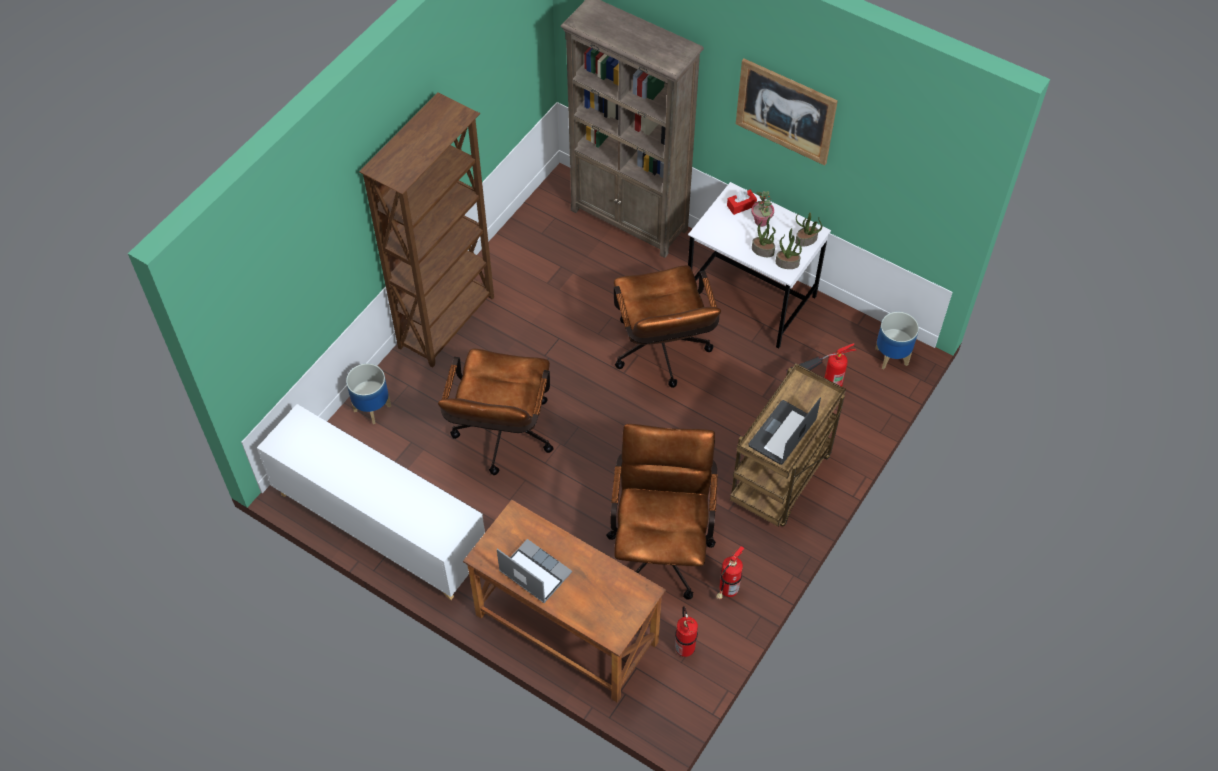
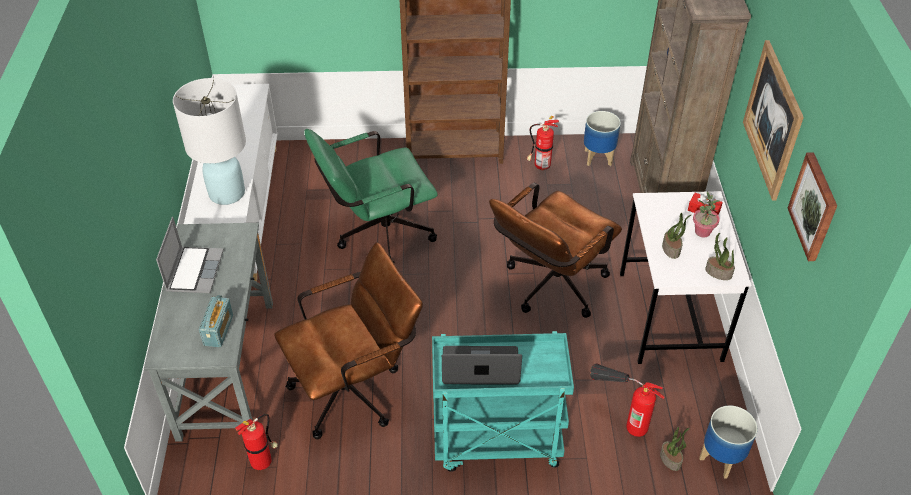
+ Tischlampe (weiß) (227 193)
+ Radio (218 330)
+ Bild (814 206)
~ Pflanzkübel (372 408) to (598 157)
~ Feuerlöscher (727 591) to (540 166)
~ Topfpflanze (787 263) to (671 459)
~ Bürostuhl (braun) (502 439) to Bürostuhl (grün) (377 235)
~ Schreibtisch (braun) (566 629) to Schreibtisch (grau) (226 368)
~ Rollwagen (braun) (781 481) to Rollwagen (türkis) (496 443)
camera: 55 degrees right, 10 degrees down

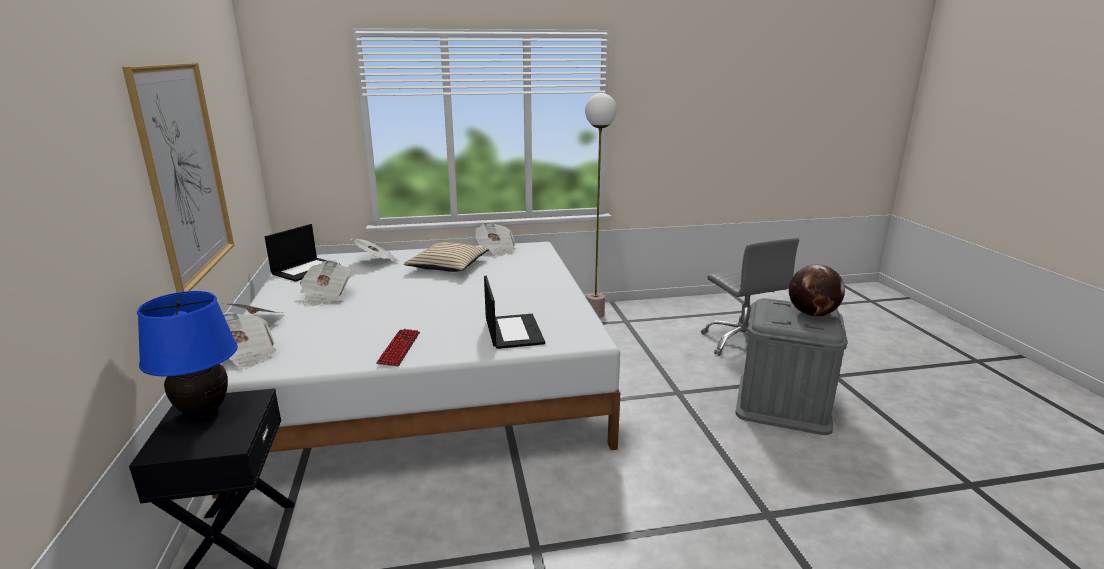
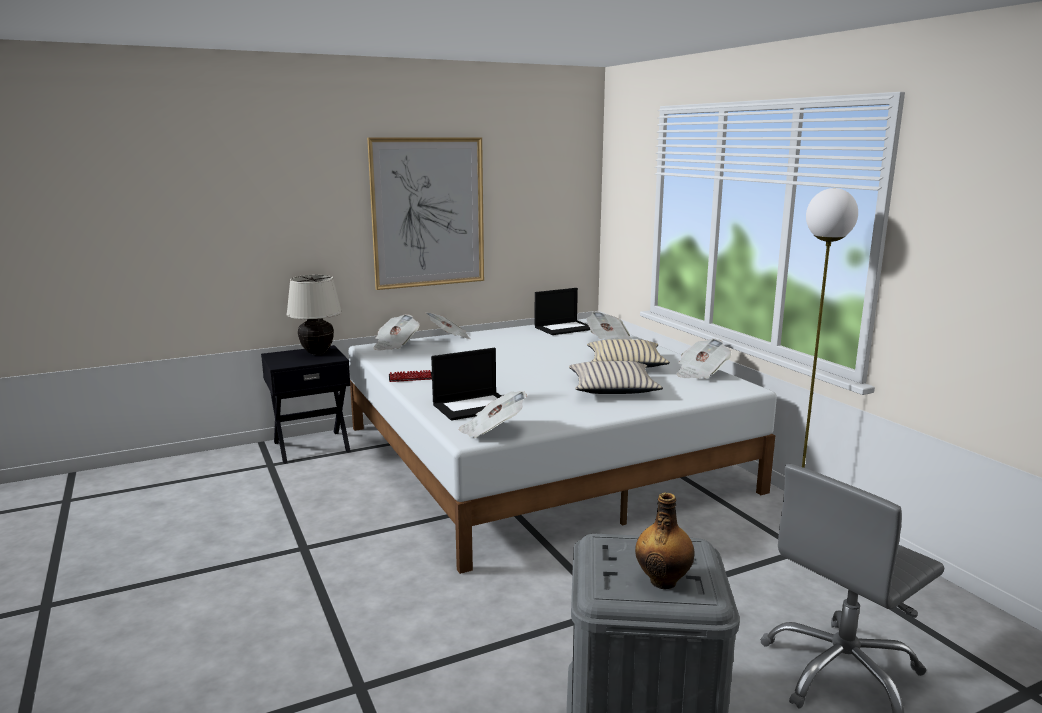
+ Kissen (beige) (612 388)
~ Zeitung (325 296) to (492 431)
~ Globus (812 314) to Flasche (663 580)
~ Tischlampe (blau) (204 411) to Tischlampe (beige) (317 352)
~ Laptop (306 269) = (564 328) 45 degrees counterclockwise
camera: 75 degrees right, 5 degrees down

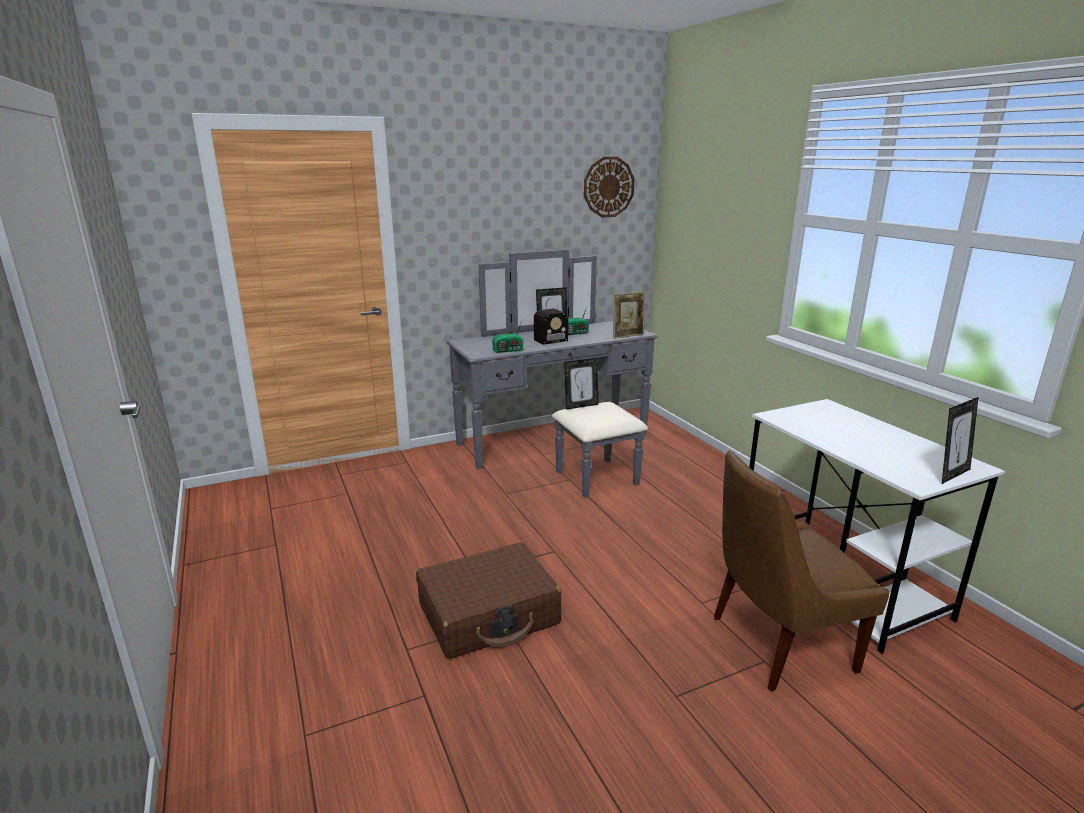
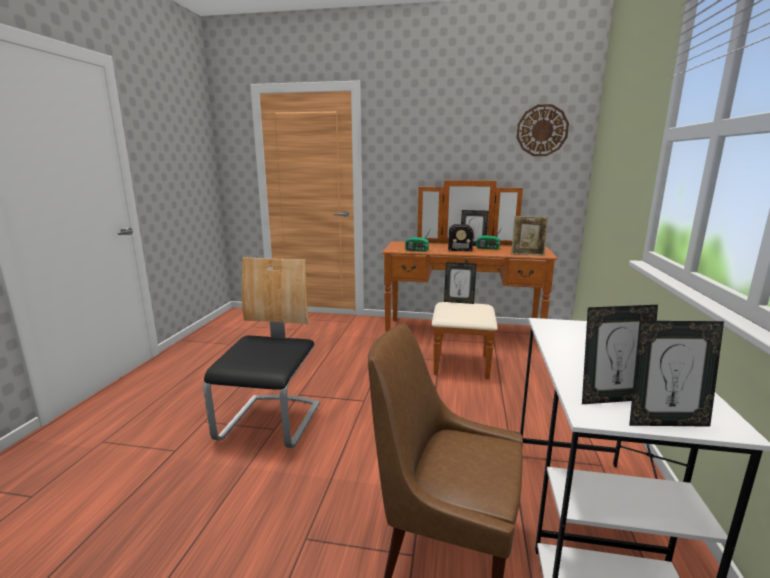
+ Bilderrahmen (612 398)
~ Koffer (braun) (489 614) to Stuhl (271 422)
~ Kommode (grau) (562 447) to Kommode (braun) (462 339)
camera: 35 degrees right, 5 degrees down

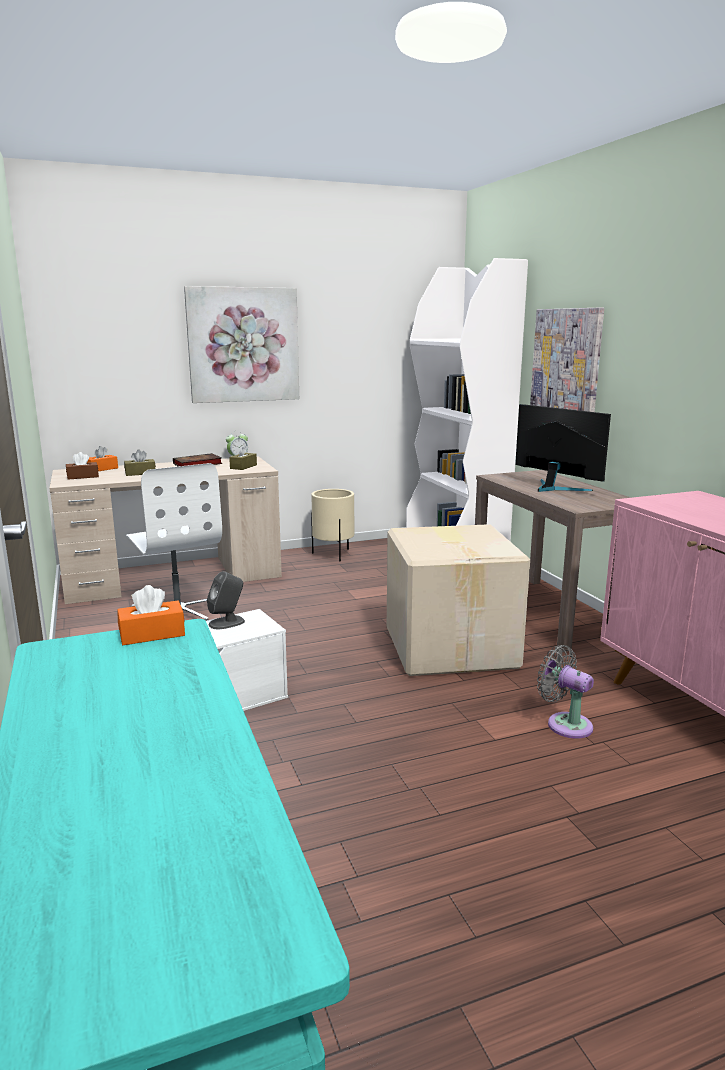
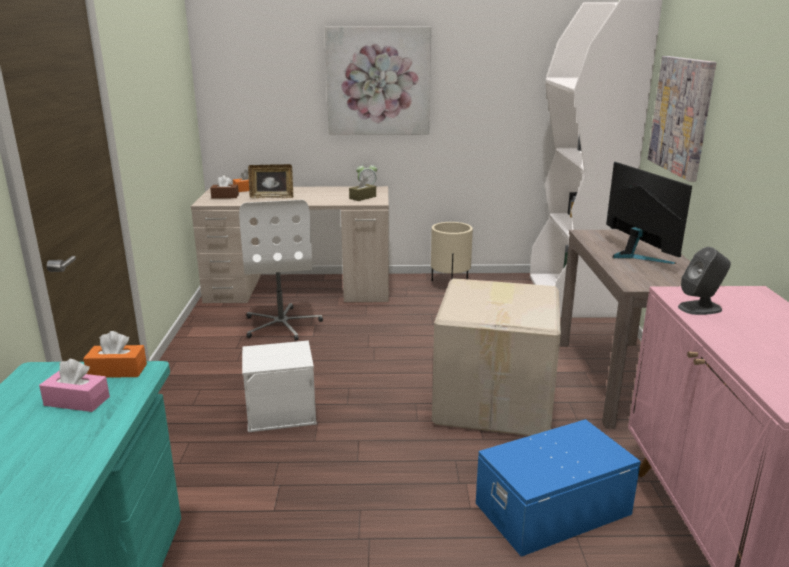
- Buch (196 464)
+ Taschentuchbox (rosa) (77 401)
~ Lautsprecher (grau) (227 622) to (700 308)
~ Taschentuchbox (braun) (140 473) to Bilderrahmen (272 197)
~ Ventilator (grau) (565 724) to Aufbewahrungsbox (blau) (551 508)
camera: 20 degrees right, 5 degrees up

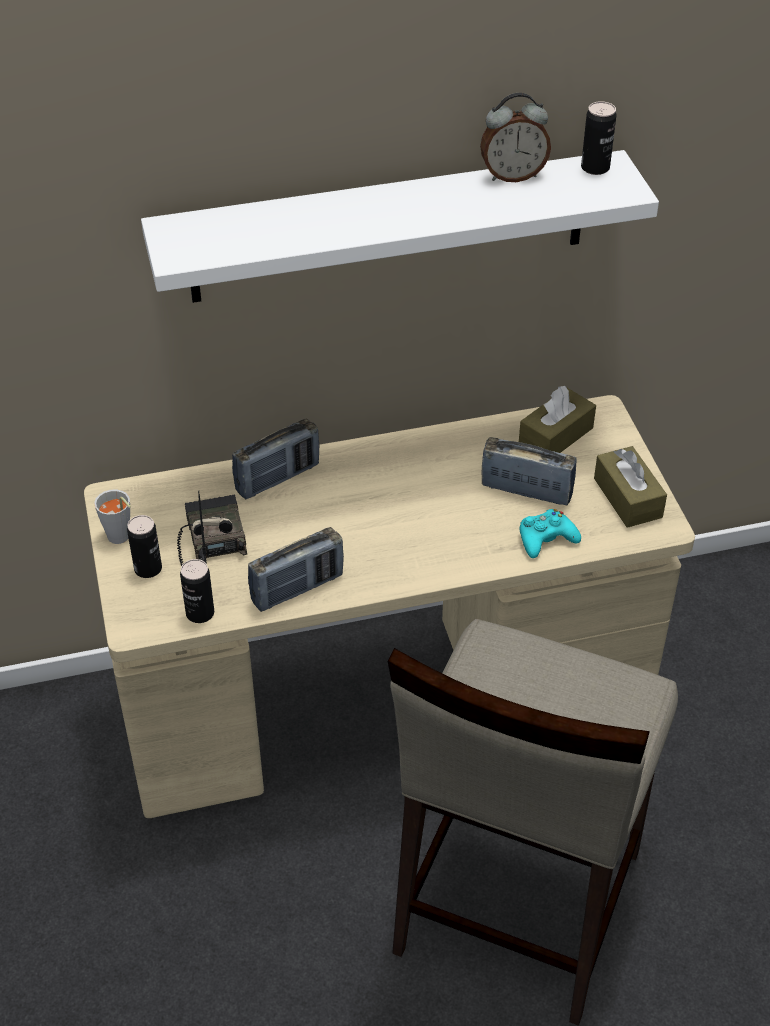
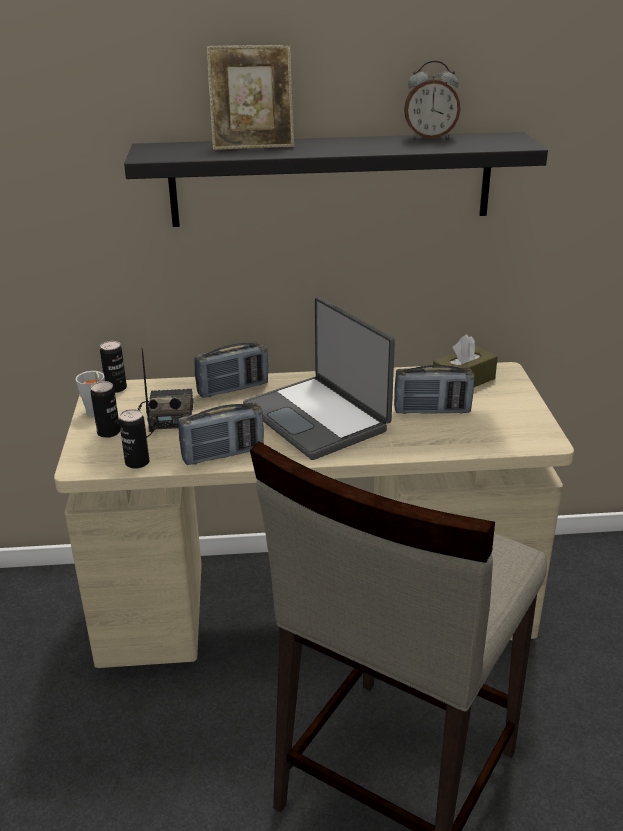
- Gamepad (türkis) (546 539)
- Taschentuchbox (braun) (627 498)
+ Bilderrahmen (253 145)
+ Laptop (318 418)
~ Dose (595 168) to (116 388)
~ Wandregal (weiß) (389 227) to Wandregal (schwarz) (331 179)
~ Radio (526 490) = (432 411) 150 degrees clockwise
camera: 10 degrees right, 15 degrees down

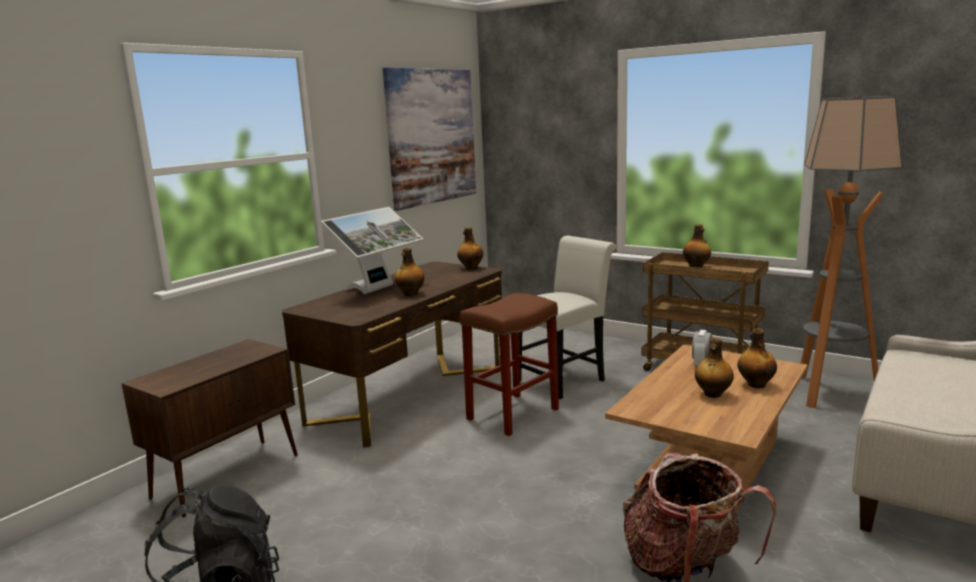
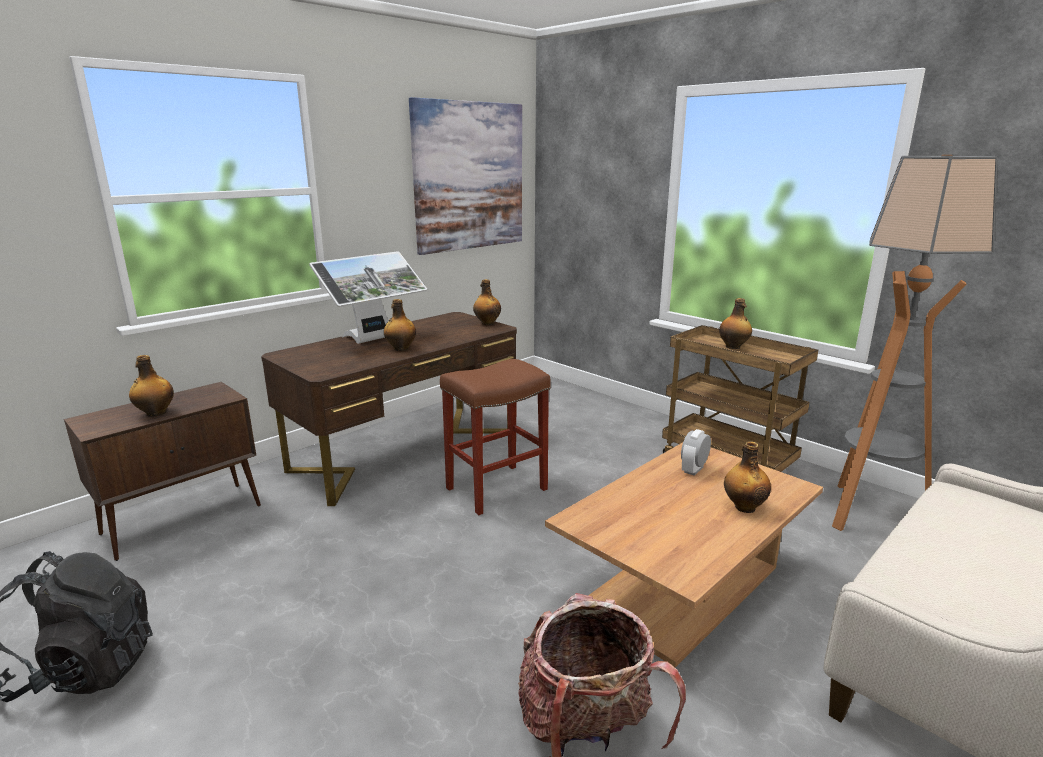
- Stuhl (weiß) (565 379)
~ Flasche (712 394) to (155 413)
camera: 10 degrees right, 5 degrees up

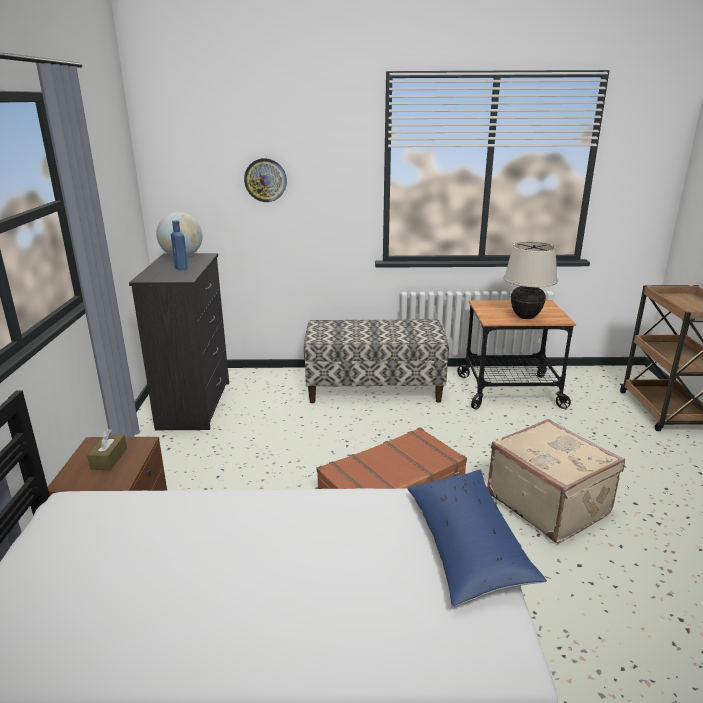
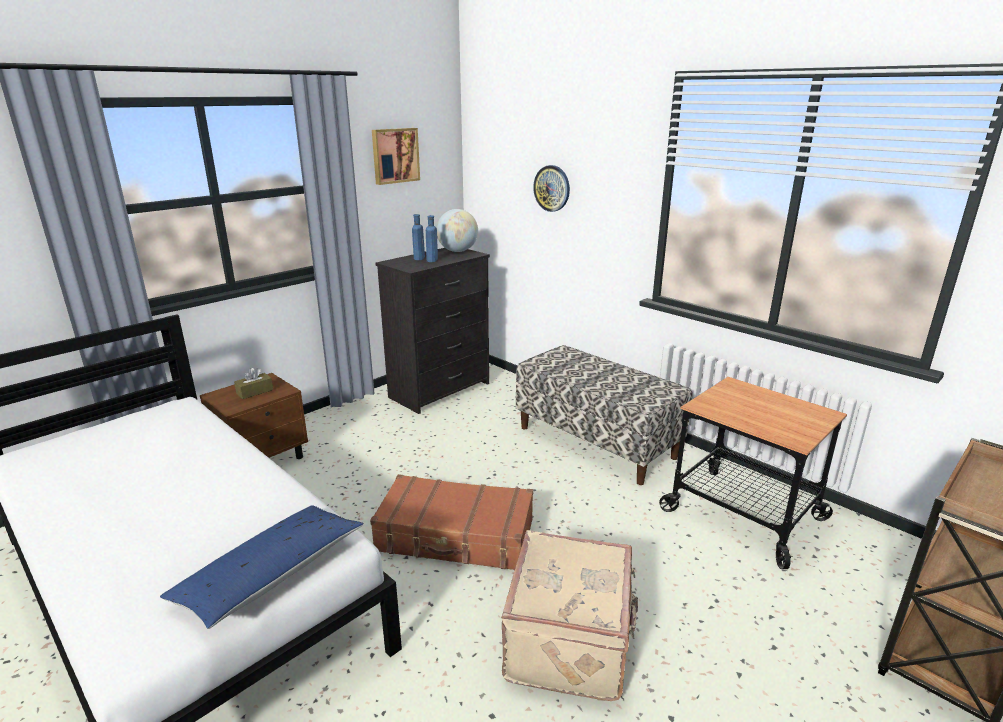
- Tischlampe (beige) (525 317)
+ Bild (395 155)
+ Flasche (blau) (419 258)
camera: 45 degrees right, 0 degrees up

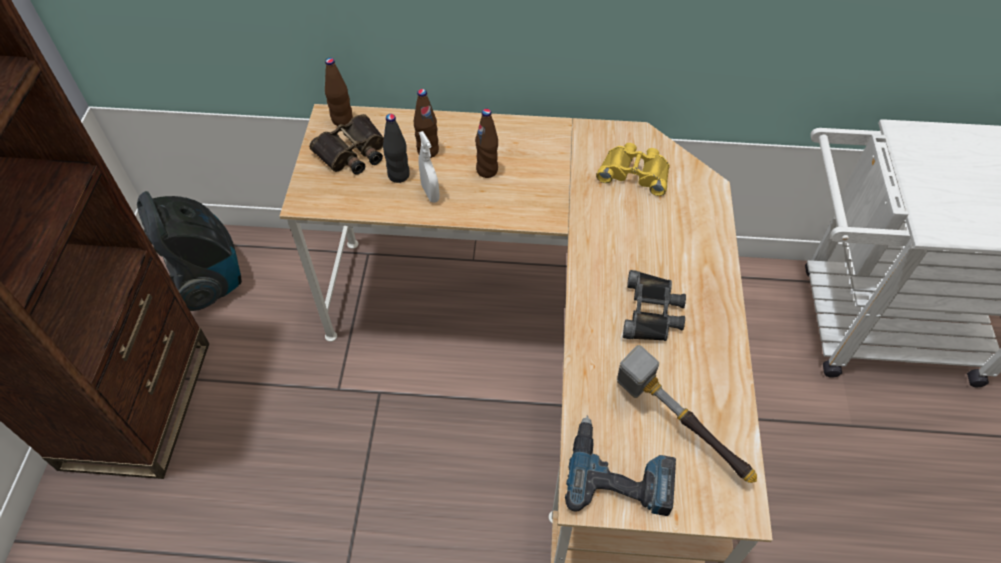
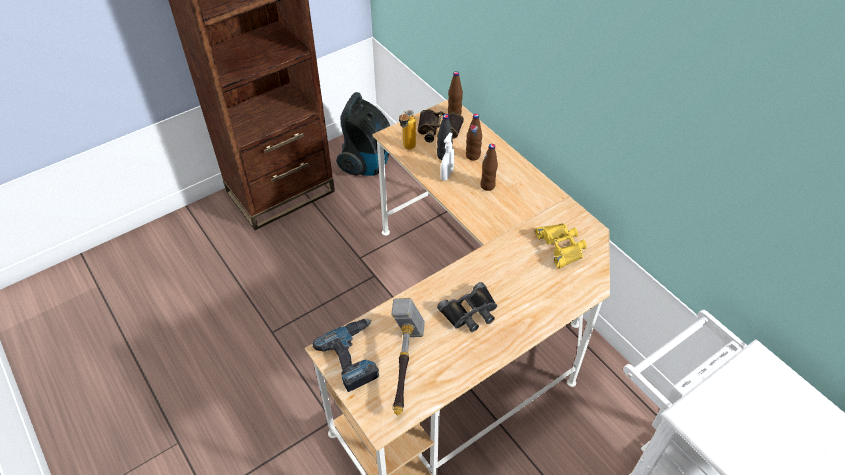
+ Flasche (407 149)
camera: 50 degrees right, 5 degrees down

